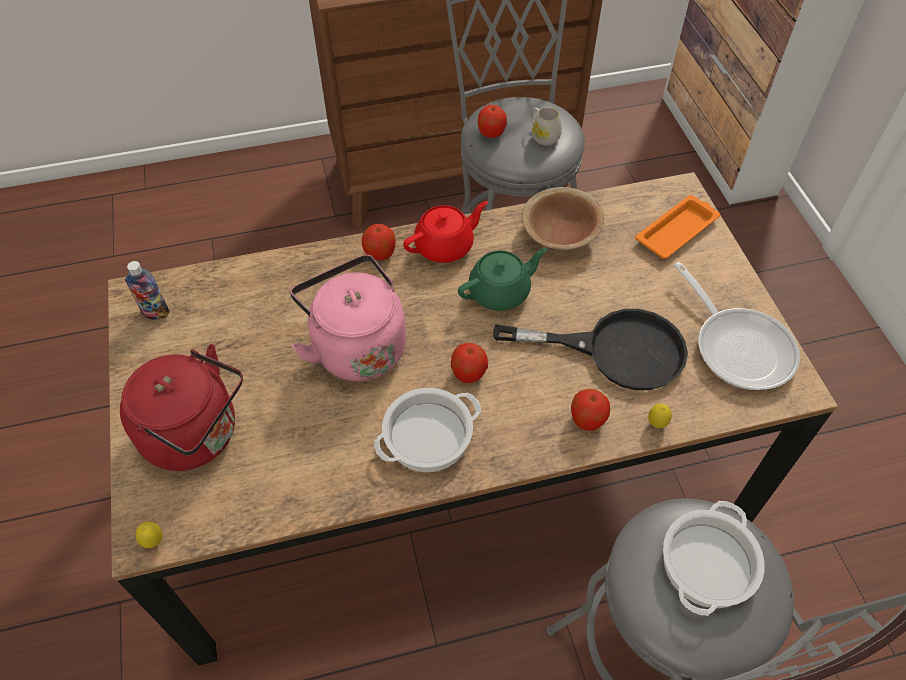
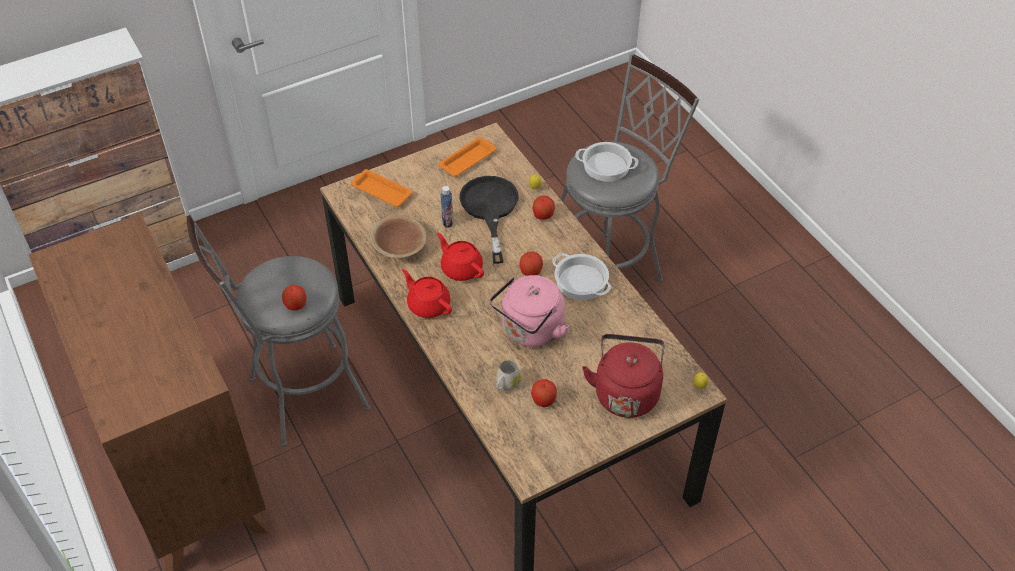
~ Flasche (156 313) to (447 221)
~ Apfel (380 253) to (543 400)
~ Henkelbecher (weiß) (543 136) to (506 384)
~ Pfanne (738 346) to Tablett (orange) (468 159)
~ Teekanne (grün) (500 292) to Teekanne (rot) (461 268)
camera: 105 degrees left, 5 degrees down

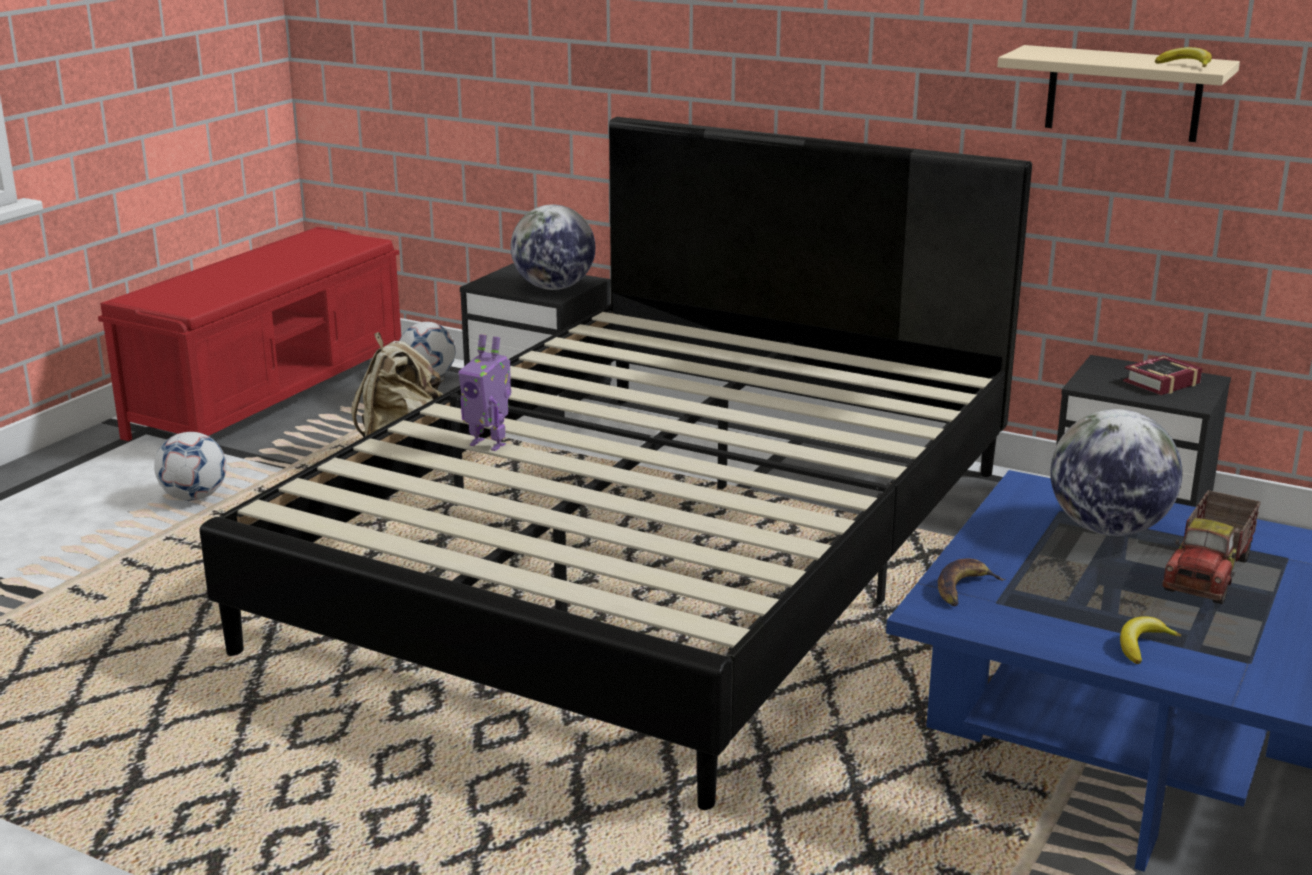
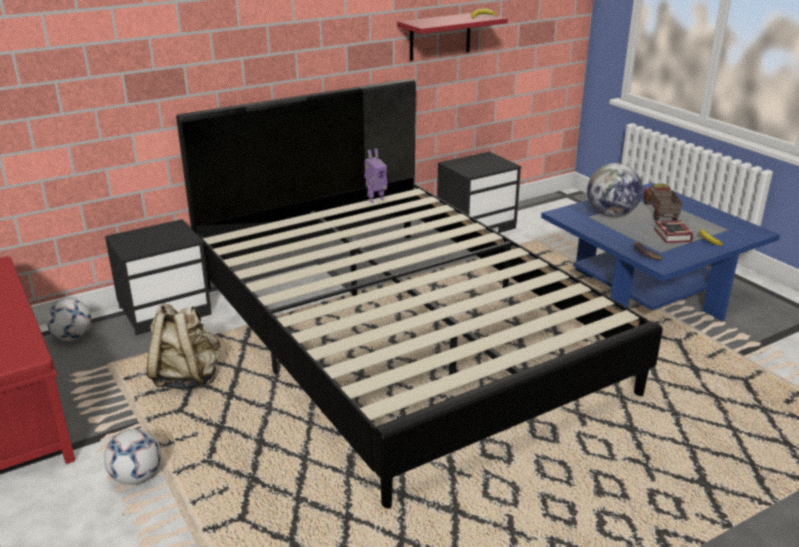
- Globus (554 288)
~ Spielzeugroboter (489 444) to (375 199)
~ Buch (1158 382) to (672 236)
~ Wandregal (beige) (1123 93) to Wandregal (rot) (440 36)
~ Spielzeuglaster (1210 573) = (659 212) 150 degrees counterclockwise
camera: 60 degrees left, 5 degrees up

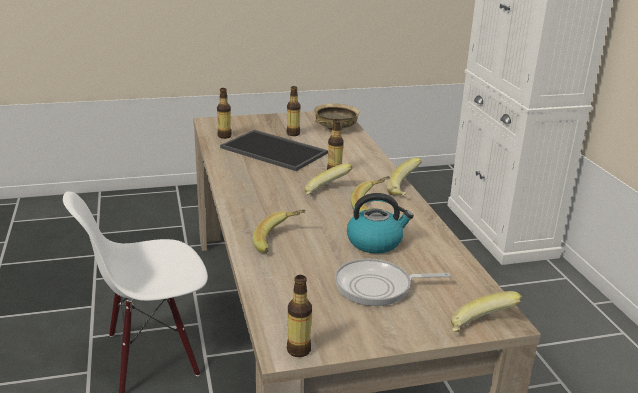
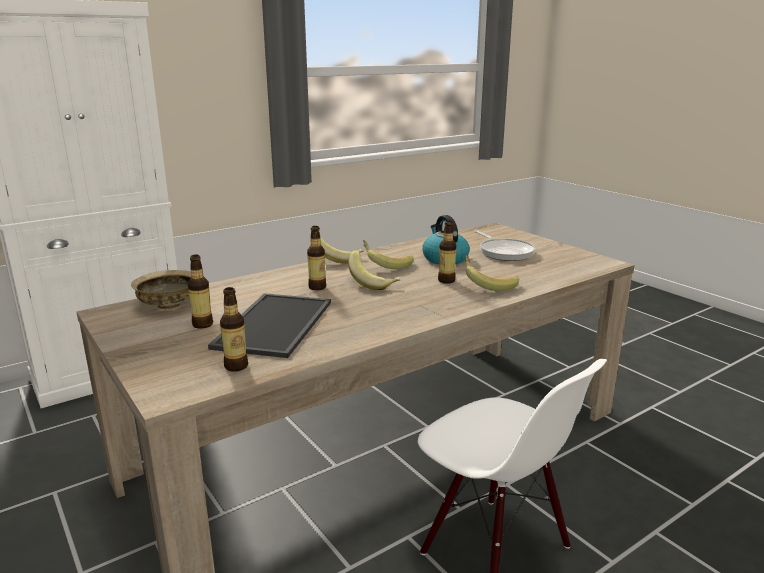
- Banane (481 329)
~ Flasche (298 350) to (446 280)
camera: 110 degrees left, 5 degrees down

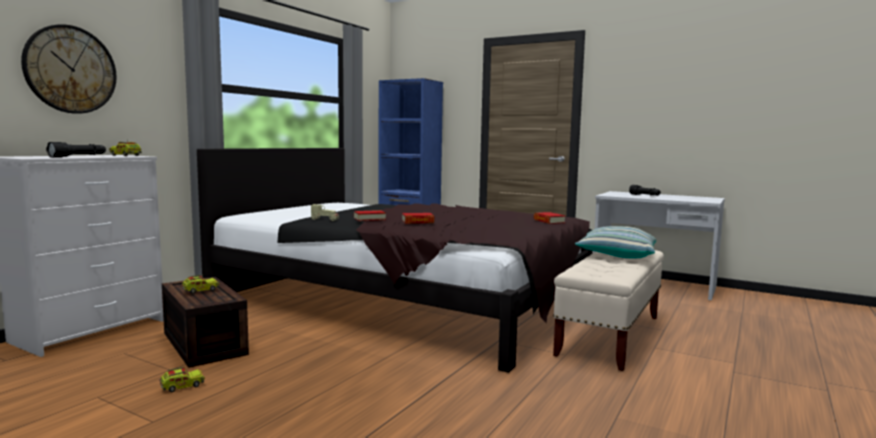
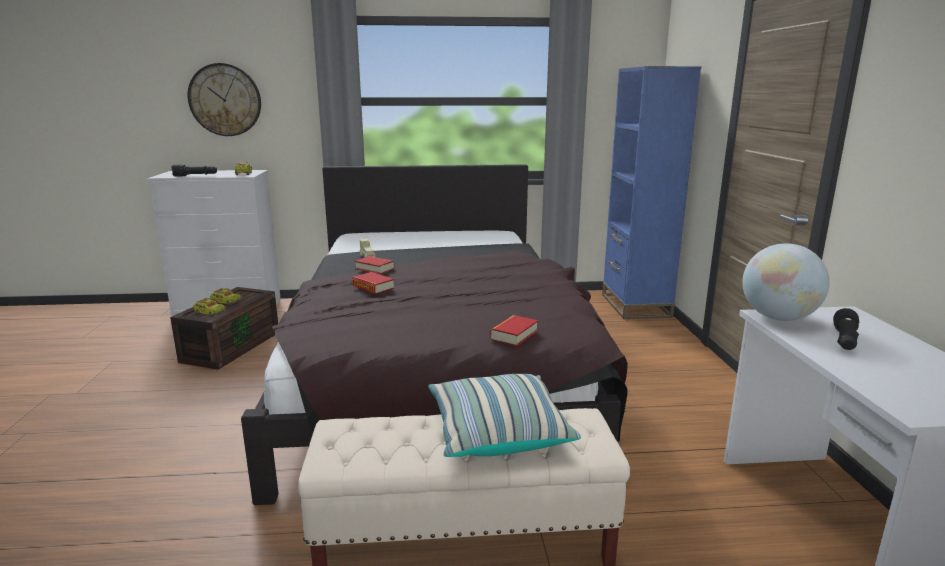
+ Globus (778 318)
~ Spielzeuglaster (182 386) to (209 313)
camera: 55 degrees right, 10 degrees up

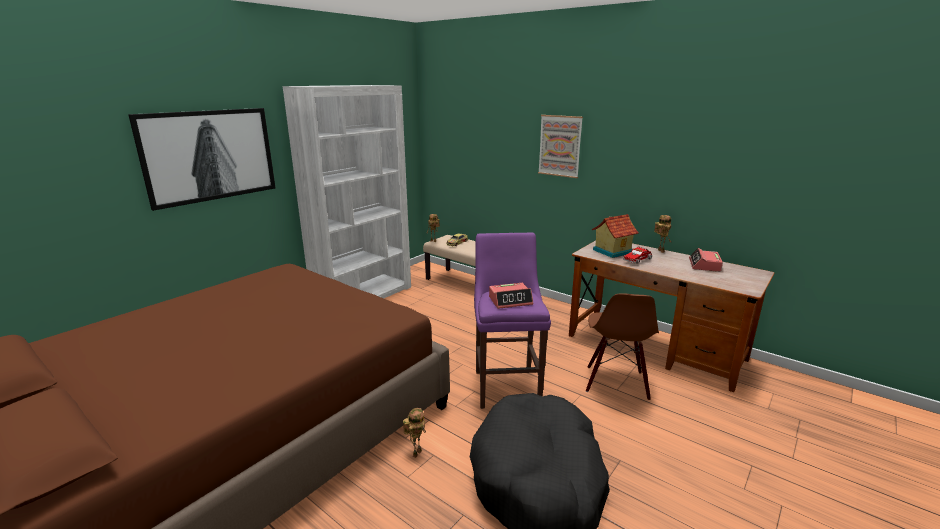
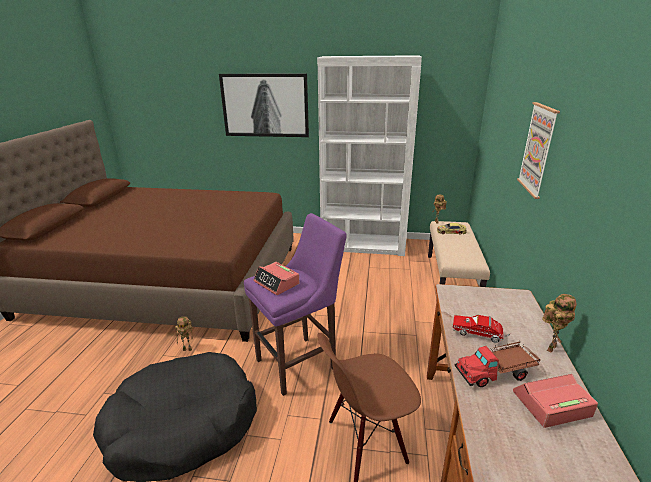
- Spielzeughaus (611 251)
+ Spielzeuglaster (496 372)
camera: 60 degrees right, 5 degrees up

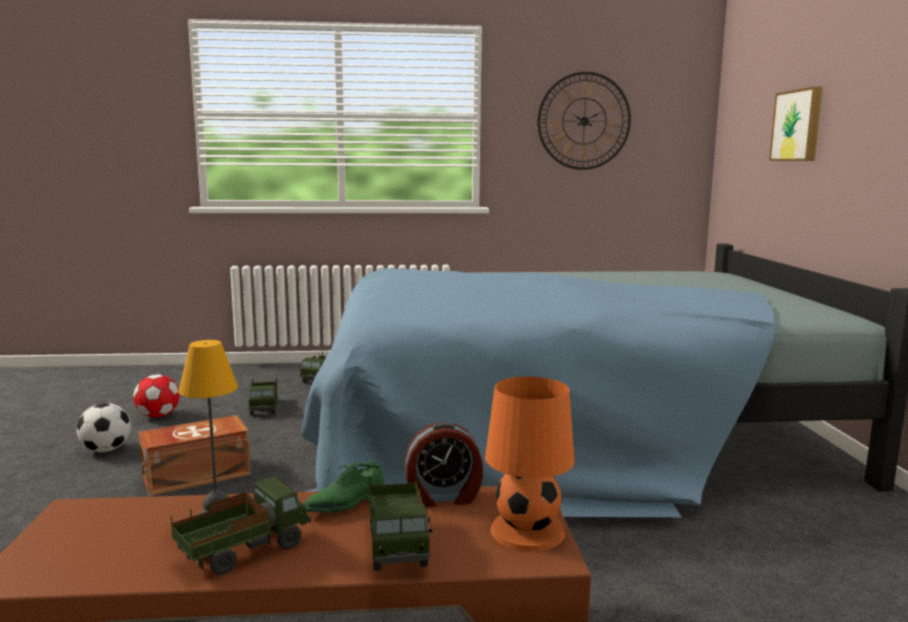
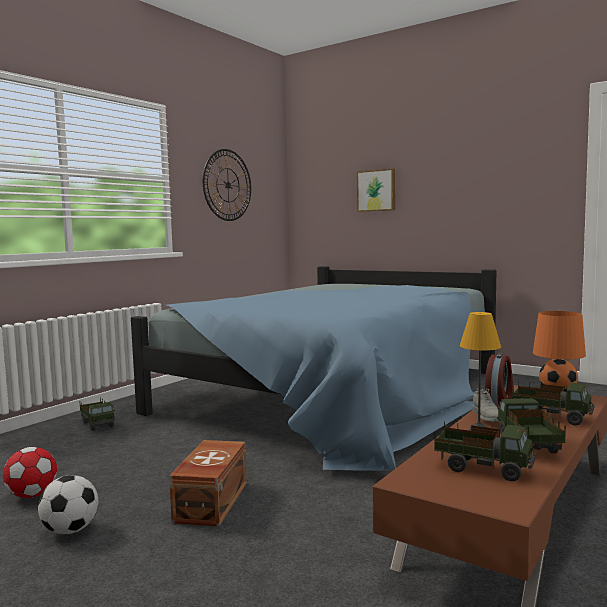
~ Spielzeuglaster (264 407) to (483 468)
~ Schuh (grün) (345 505) to Schuh (grau) (487 418)
camera: 50 degrees left, 5 degrees down

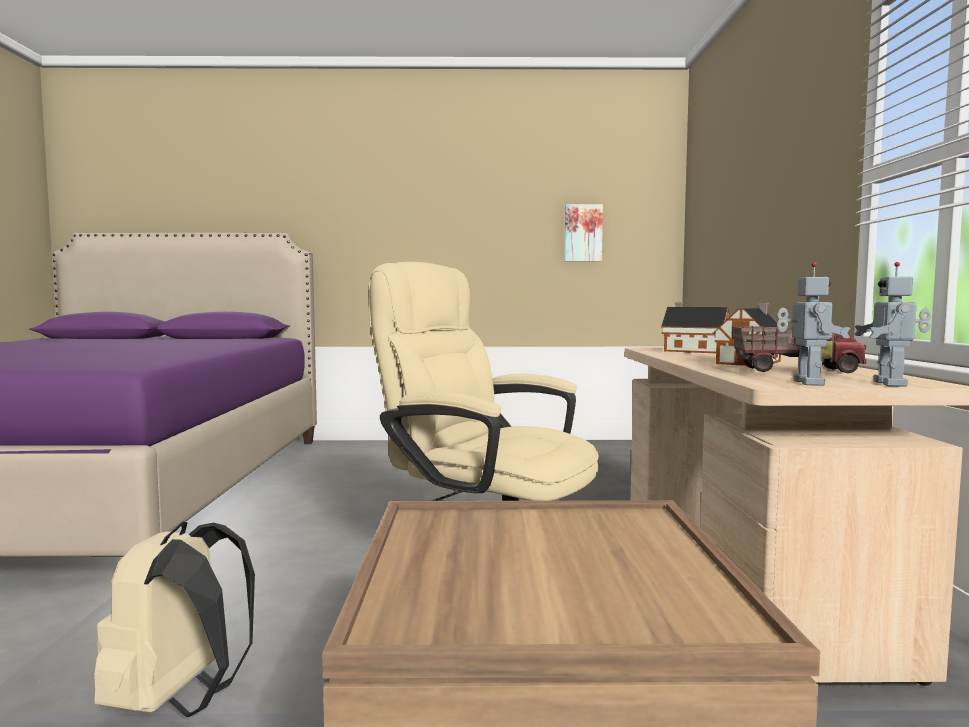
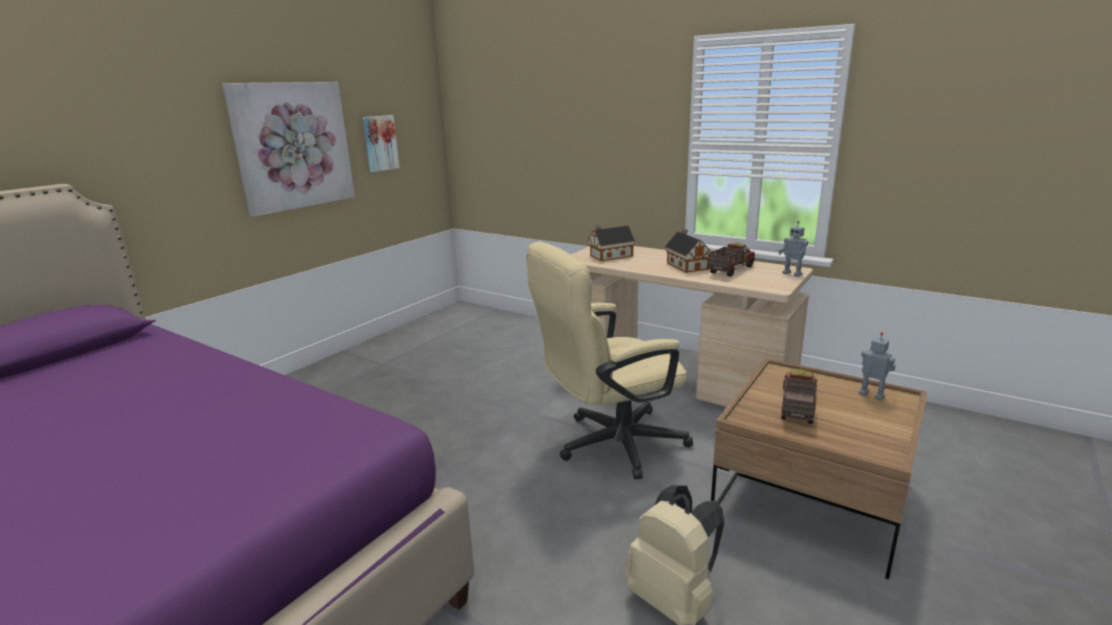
+ Bild (293 146)
+ Spielzeuglaster (796 408)
~ Spielzeugroboter (806 383) to (870 396)
camera: 55 degrees left, 15 degrees up

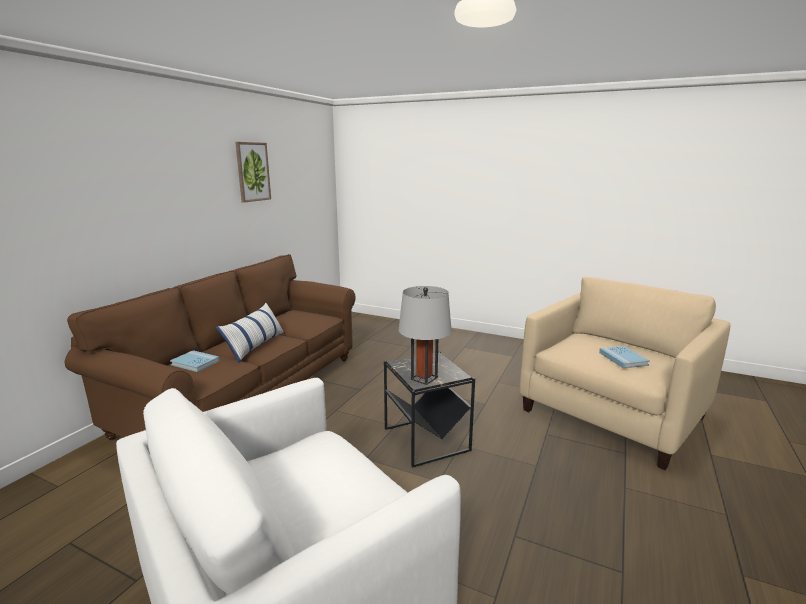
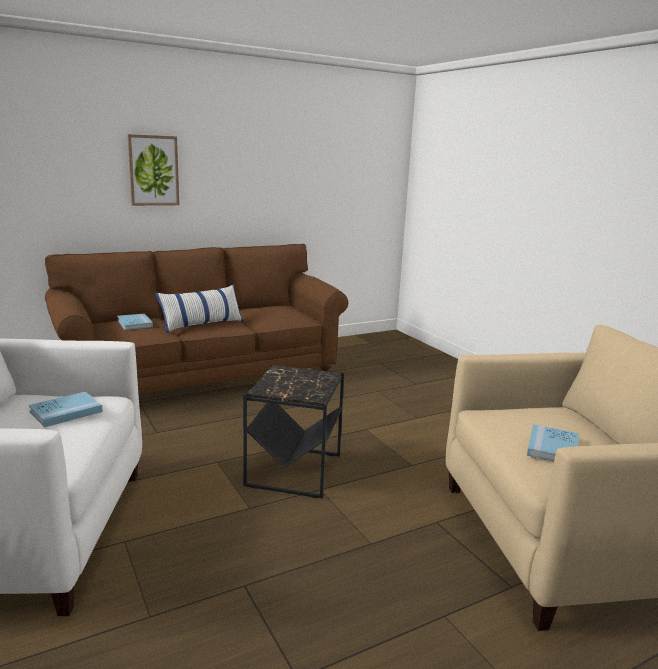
- Tischlampe (grau) (424 378)
+ Buch (blau) (66 412)
~ Bild (252 172) to (153 170)
camera: 35 degrees right, 0 degrees up

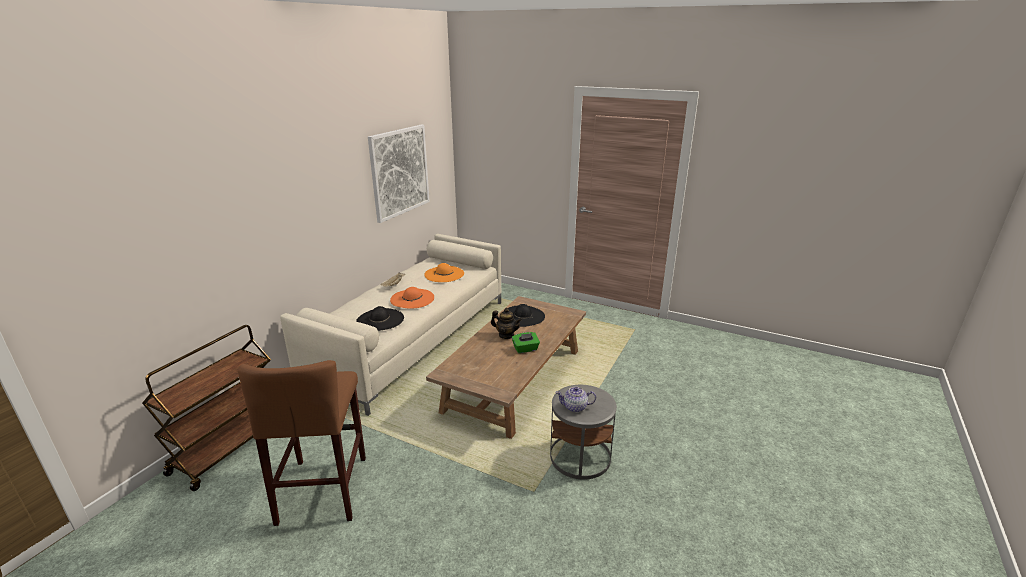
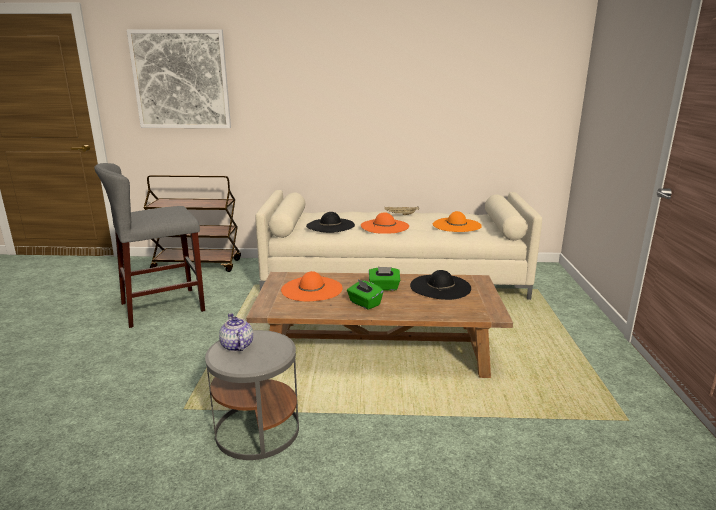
+ Hut (orange) (312 289)
~ Bild (399 172) to (181 80)
~ Teekanne (506 335) to Taschentuchbox (grün) (384 288)
~ Hocker (braun) (323 489) to Hocker (grau) (163 307)
camera: 65 degrees right, 5 degrees down

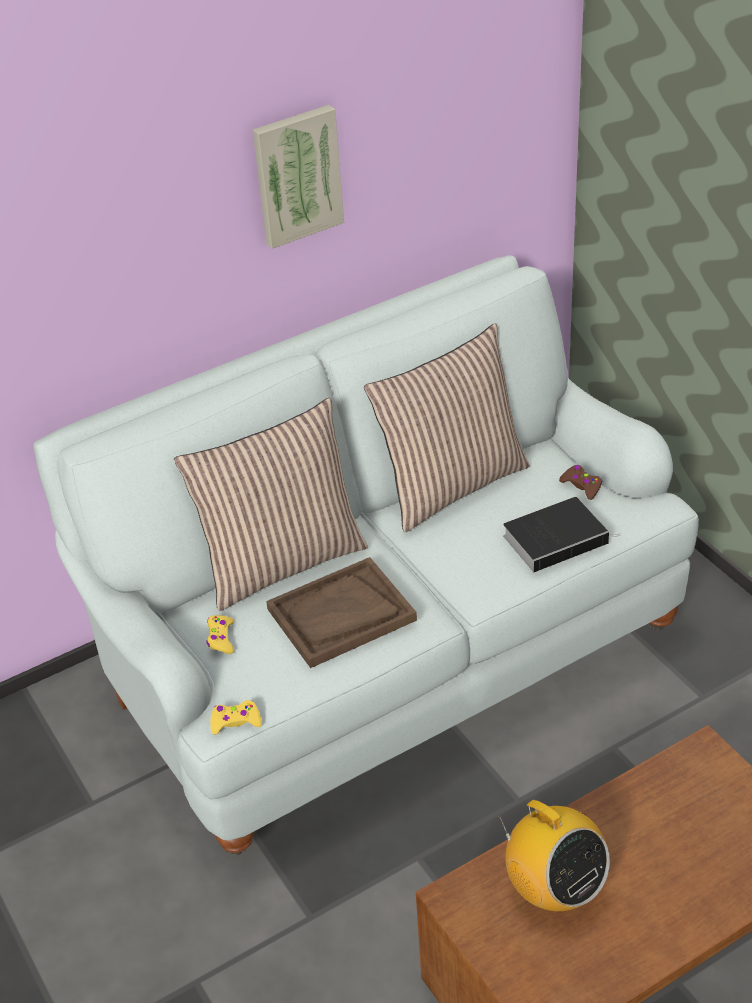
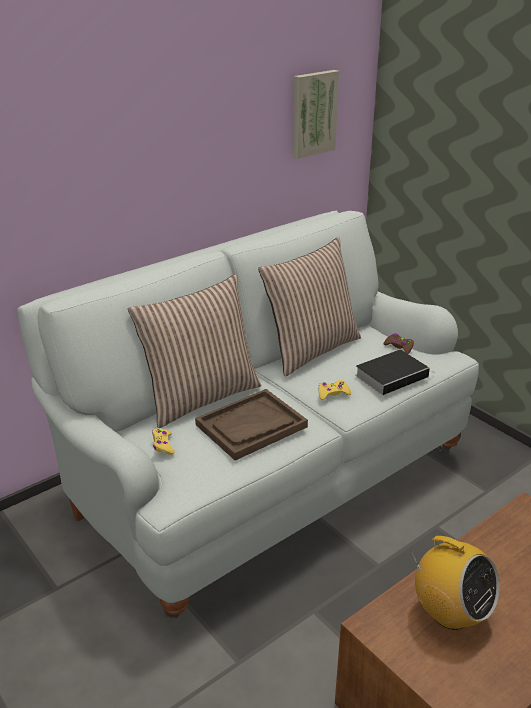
~ Gamepad (gelb) (235 721) to (333 393)
~ Bild (296 175) to (313 113)
camera: 10 degrees left, 10 degrees down

